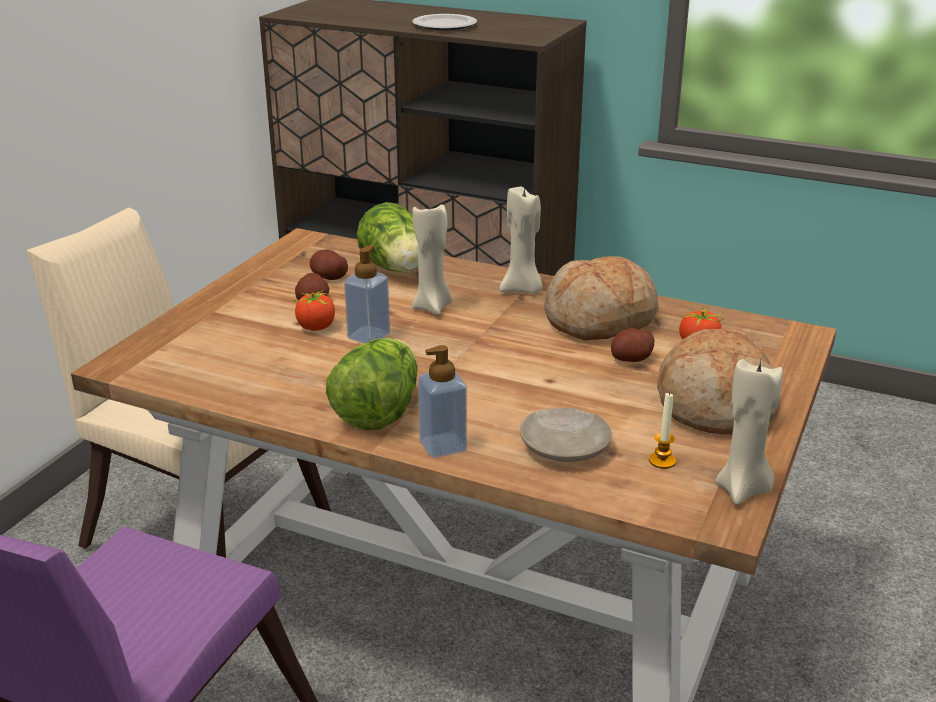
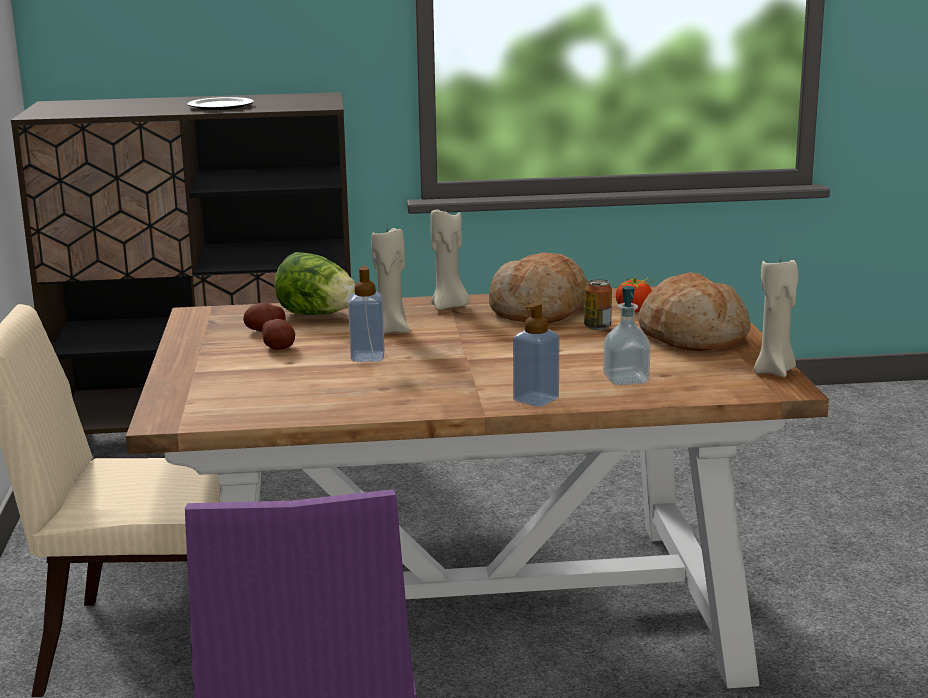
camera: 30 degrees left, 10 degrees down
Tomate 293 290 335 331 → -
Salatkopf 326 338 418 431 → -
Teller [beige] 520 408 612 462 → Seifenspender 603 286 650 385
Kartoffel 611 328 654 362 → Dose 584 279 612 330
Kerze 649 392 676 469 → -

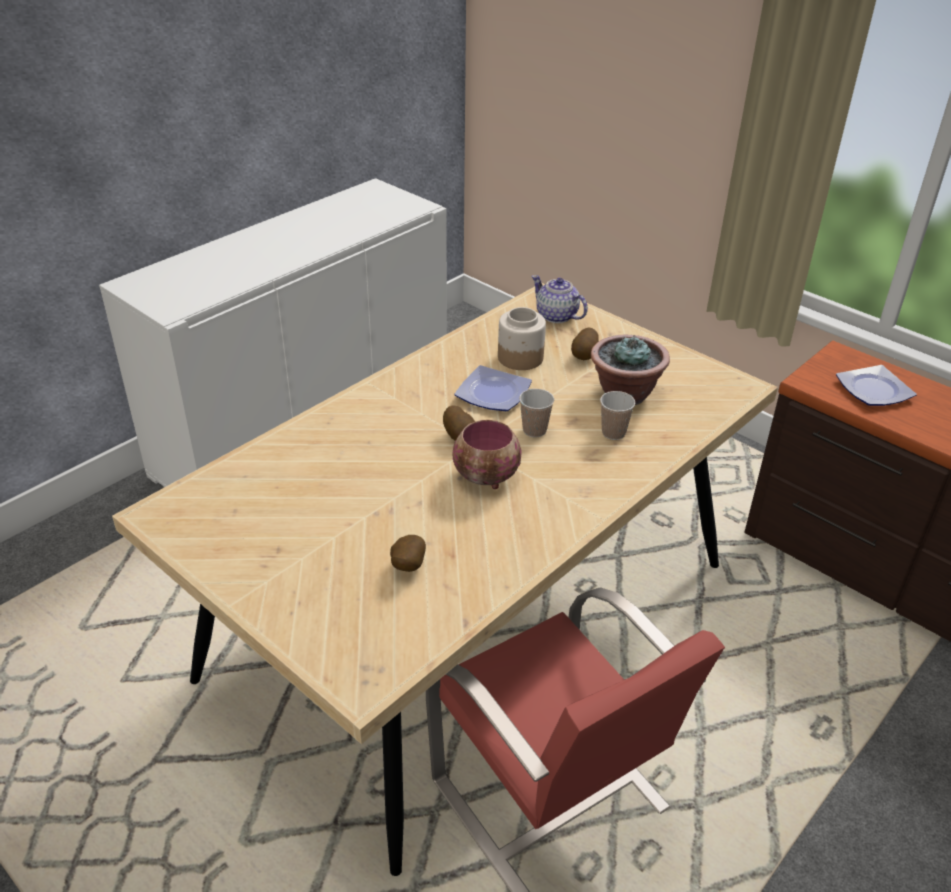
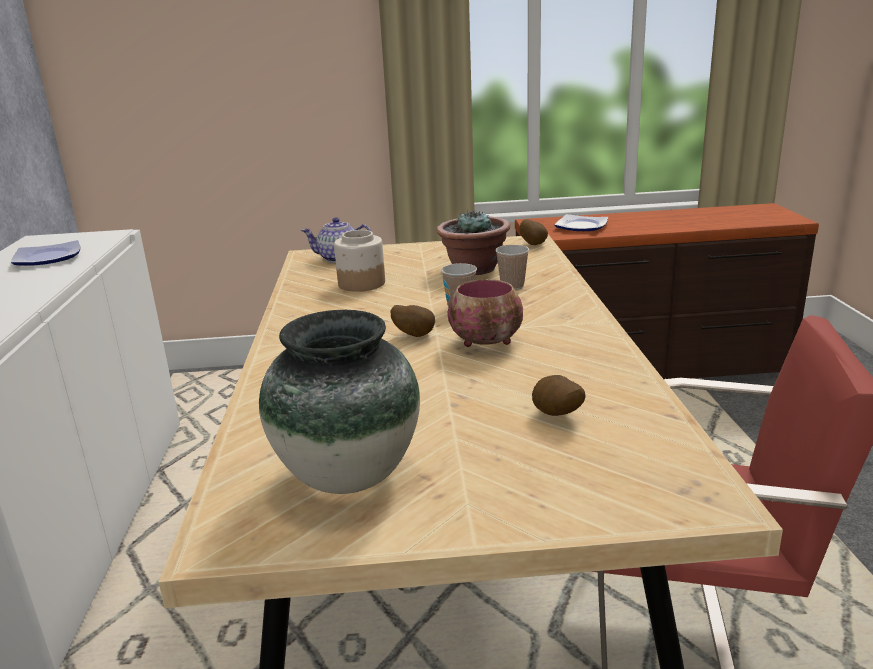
camera: 45 degrees left, 15 degrees down
Teller 454 365 532 411 → Teller 11 240 80 266, moved
Kartoffel 571 328 599 360 → Kartoffel 519 219 548 245, moved
- → Vase 259 310 420 494

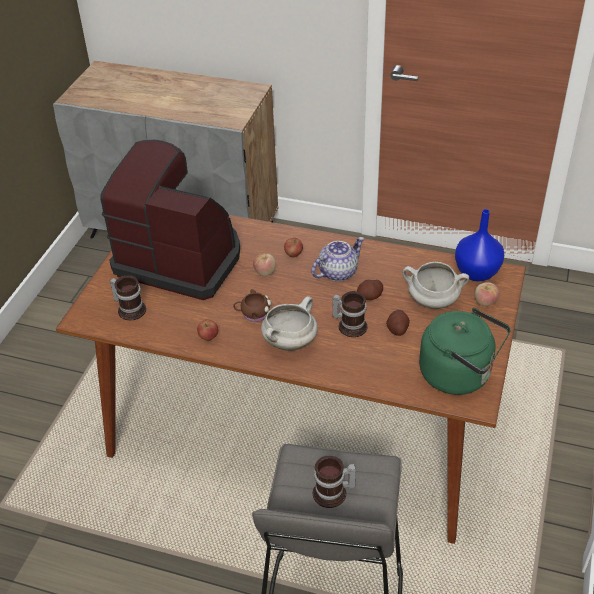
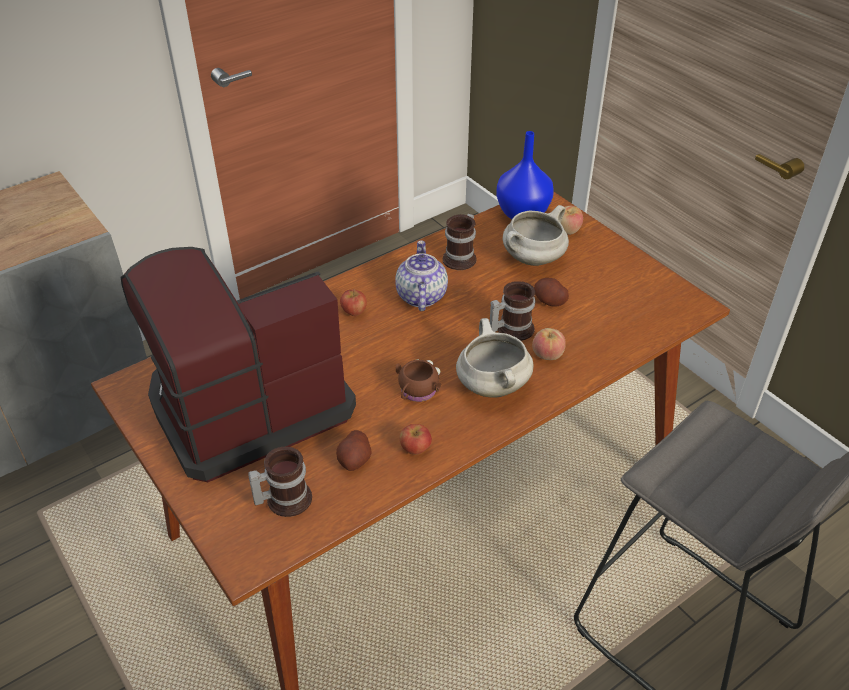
camera: 55 degrees left, 0 degrees up
Apfel 253 253 276 276 → Apfel 532 328 566 360, moved
Henkelbecher 313 456 356 508 → Henkelbecher 443 214 477 270, moved
Kartoffel 357 280 383 300 → Kartoffel 336 430 372 471, moved
Wasserkessel [grün] 419 308 510 395 → -

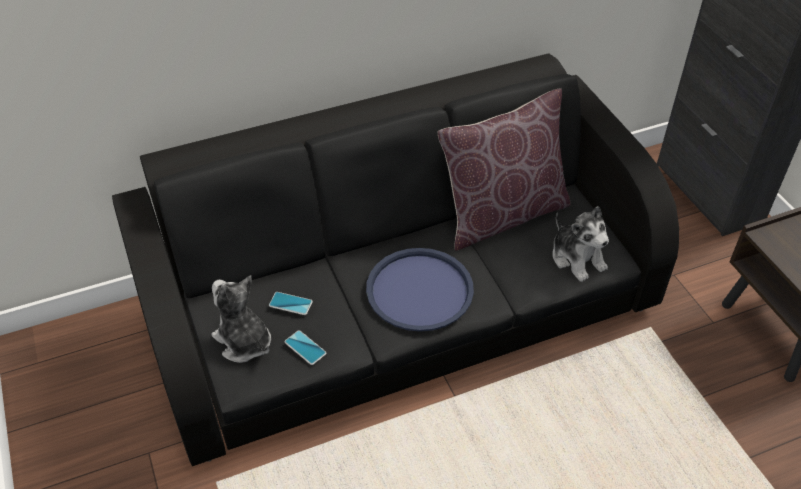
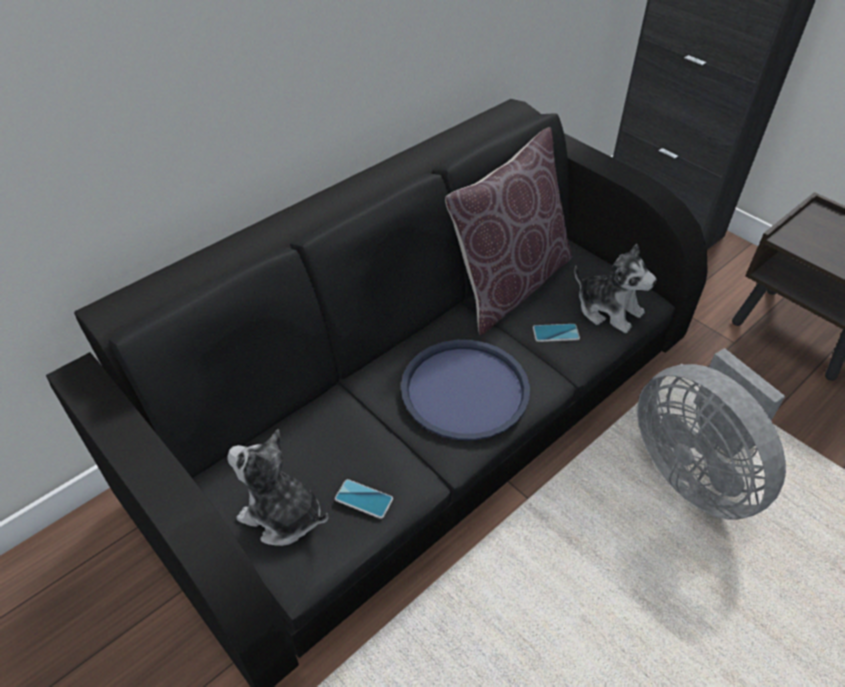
camera: 20 degrees left, 0 degrees up
Handy 269 292 313 315 → Handy 533 324 580 342, moved
- → Ventilator [grau] 637 348 786 520

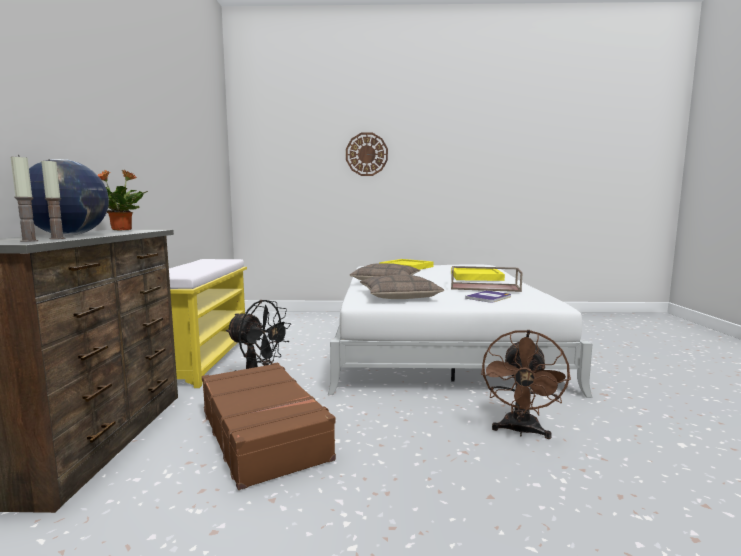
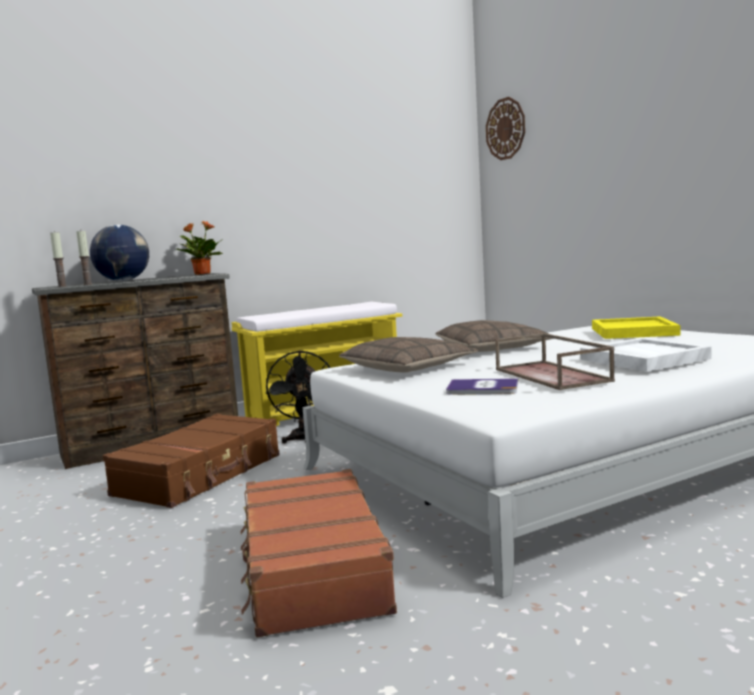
camera: 60 degrees right, 0 degrees up
Wanduhr 346 133 388 176 → Wanduhr 486 97 525 160, moved
Tablett [gelb] 451 267 505 281 → Tablett [weiß] 580 338 711 372
Ventilator [braun] 481 330 571 439 → Koffer [braun] 240 469 397 637

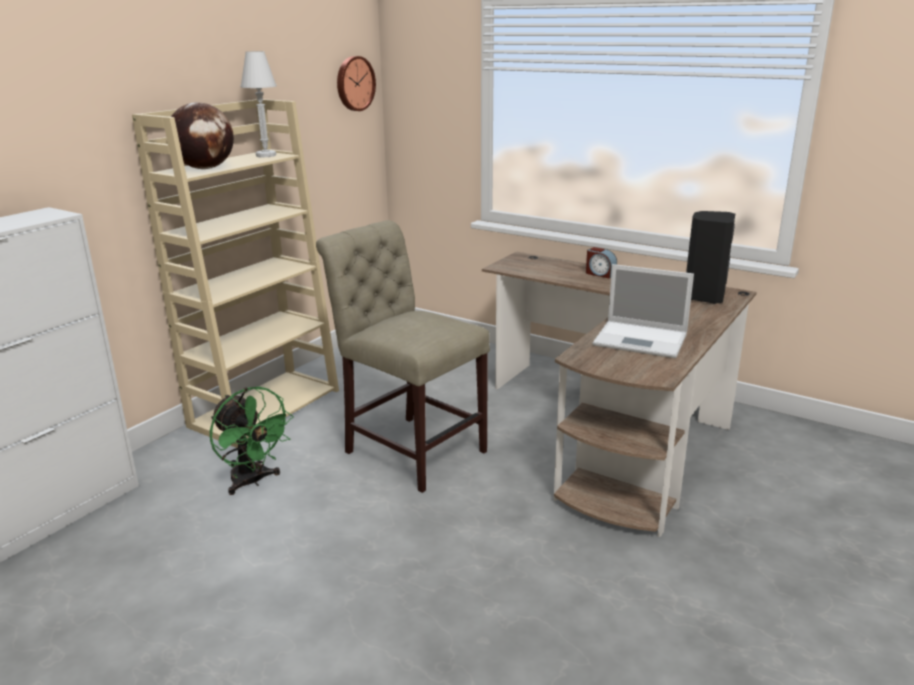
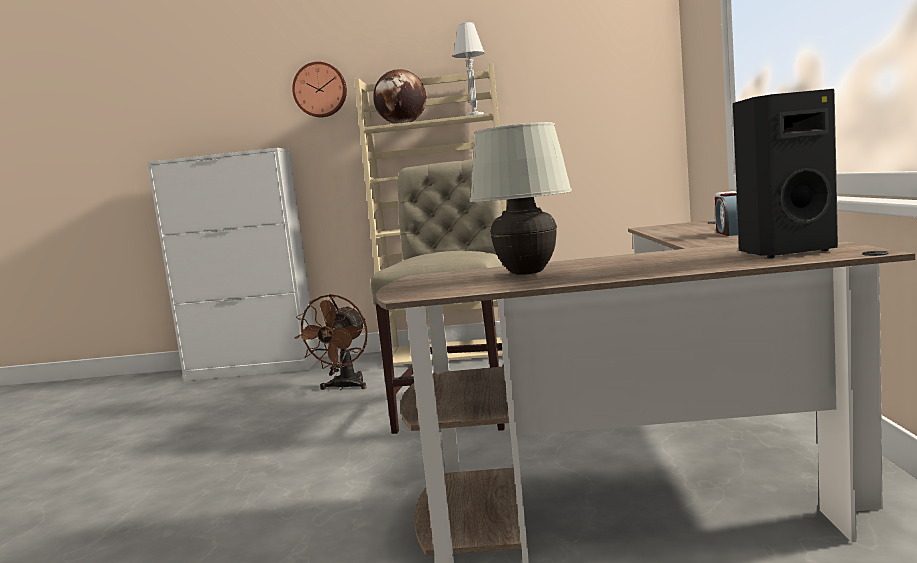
camera: 60 degrees right, 15 degrees down
Ventilator [grün] 210 387 294 495 → Ventilator [braun] 294 294 368 390
Wanduhr 337 56 376 111 → Wanduhr 292 62 347 117, moved
Laptop 593 264 694 359 → Tischlampe [weiß] 469 122 572 275

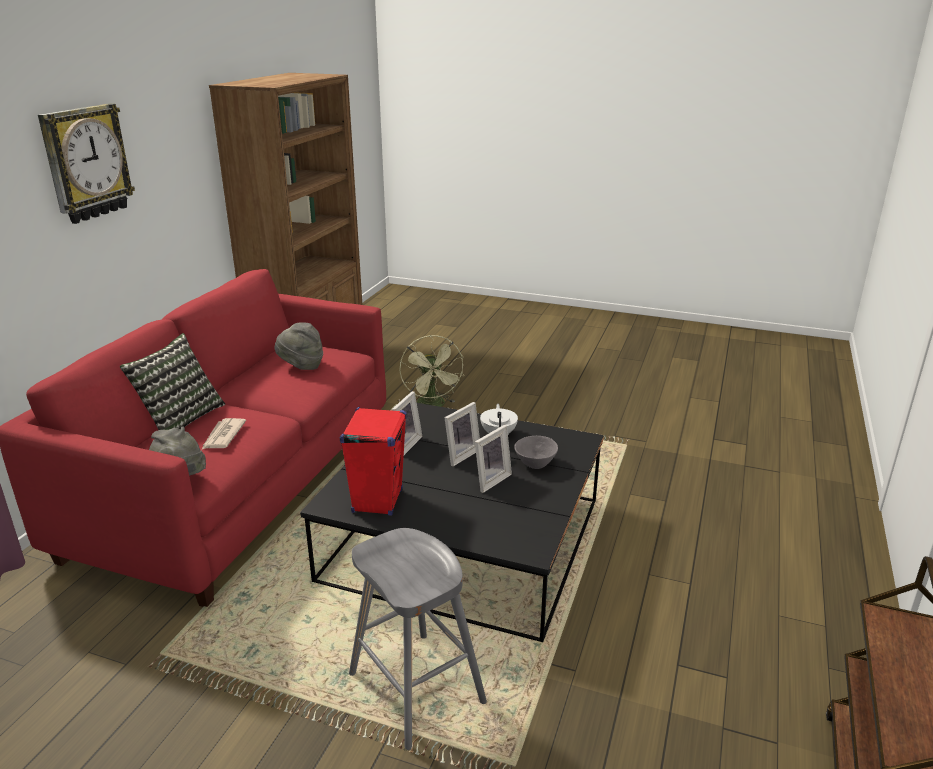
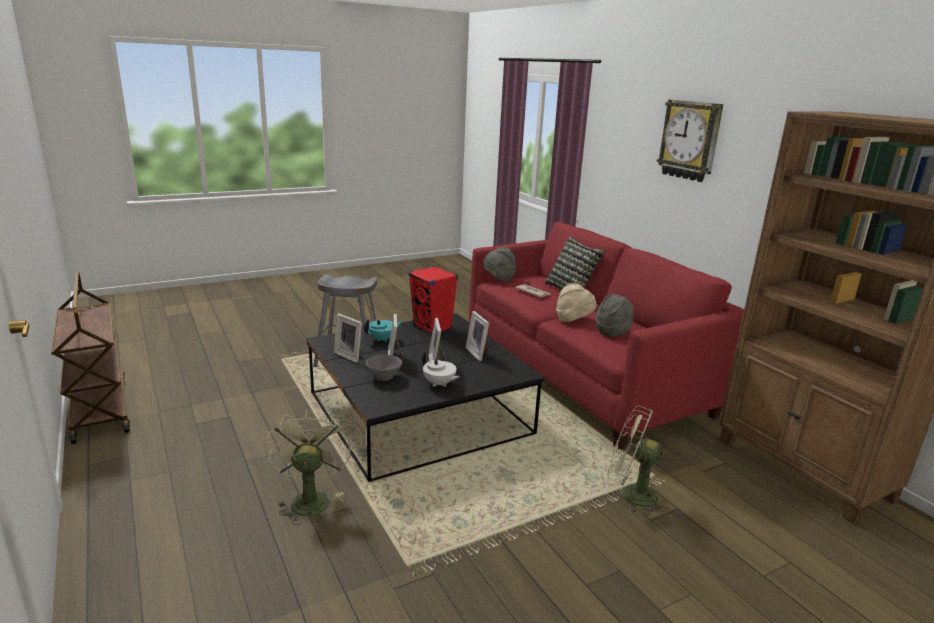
camera: 130 degrees right, 5 degrees down
- → Ventilator [grün] 265 409 351 525
- → Bilderrahmen 334 314 362 363
- → Teekanne [türkis] 364 319 403 343
- → Hut [beige] 556 283 597 322

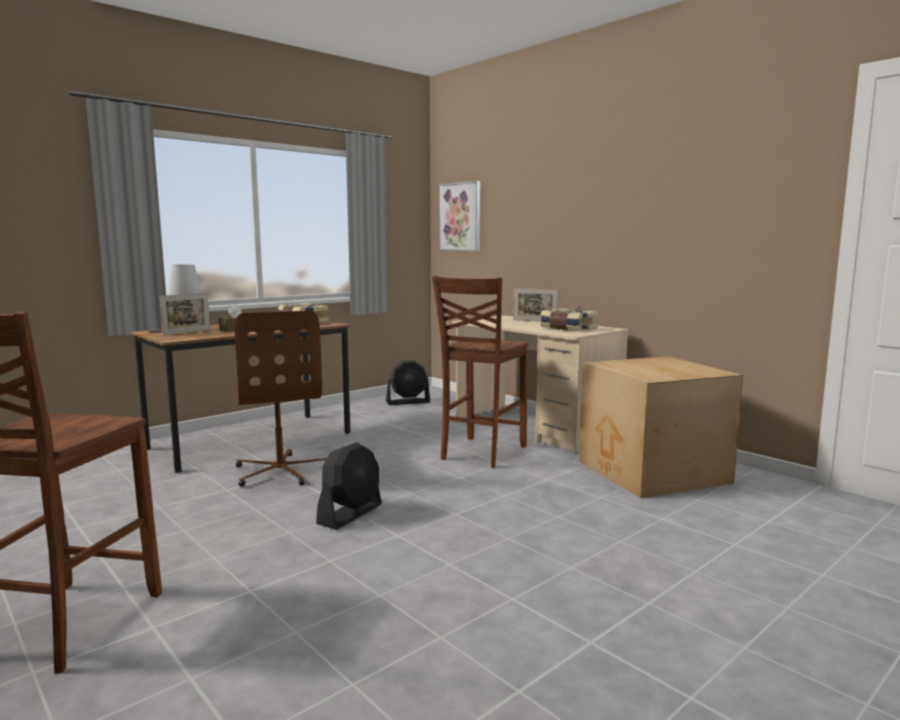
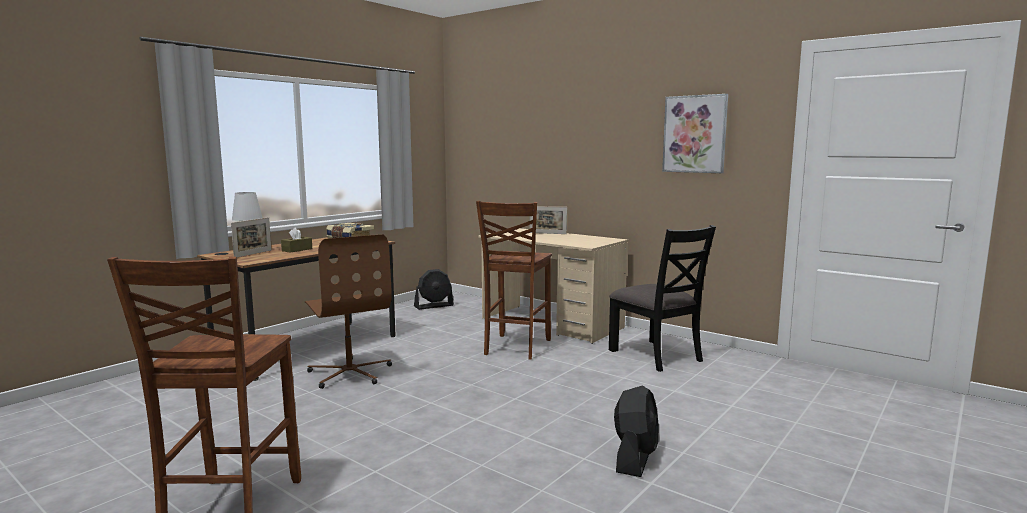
camera: 10 degrees left, 0 degrees up
Ventilator [schwarz] 316 442 382 530 → Ventilator [schwarz] 614 386 659 477, moved
Bild 439 181 480 251 → Bild 662 94 728 173, moved
Buch 540 308 599 331 → -
Karton 579 356 743 498 → Stuhl [schwarz] 609 225 716 372

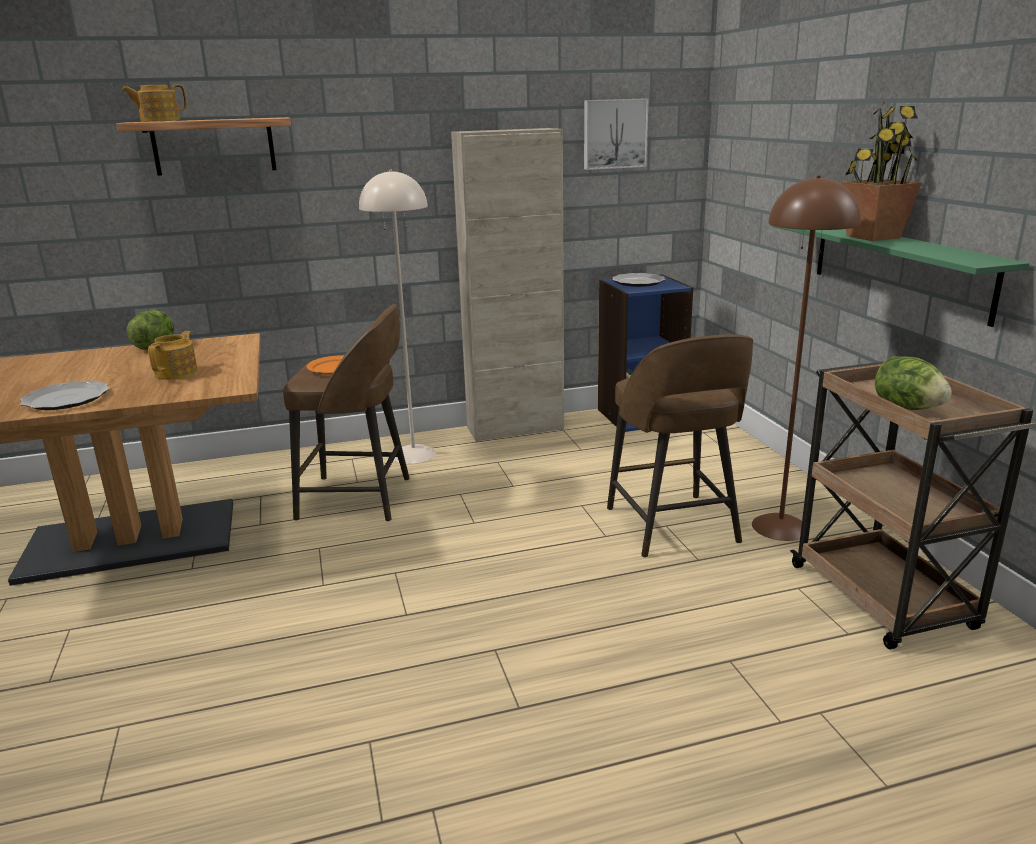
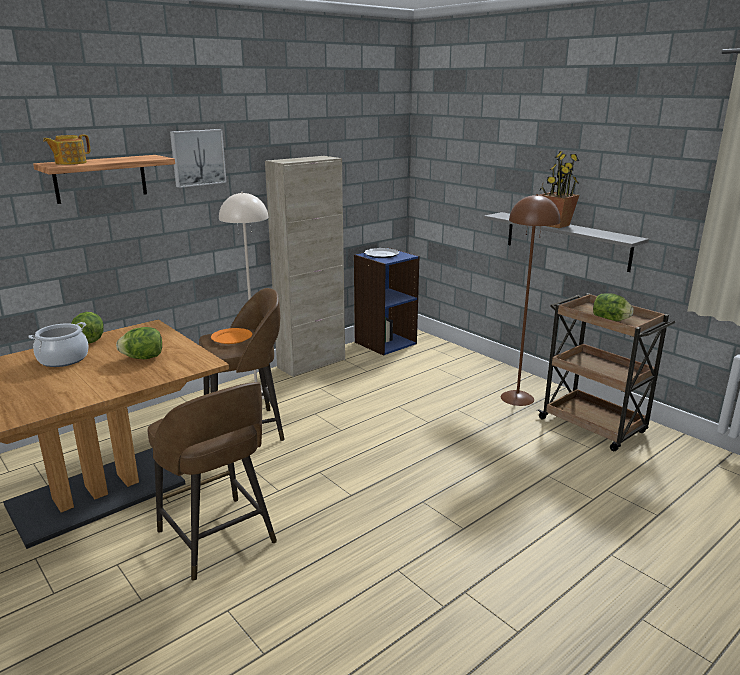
camera: 25 degrees left, 0 degrees up
Teller 20 381 109 410 → -
Teekanne 148 331 198 380 → Salatkopf 116 327 162 359
Bild 584 98 649 170 → Bild 170 129 227 188, moved
Hocker [braun] 607 334 753 558 → Hocker [braun] 148 382 277 581, moved
Wandregal [grün] 771 225 1029 327 → Wandregal [grau] 484 212 649 272
- → Kochtopf 28 322 89 367

